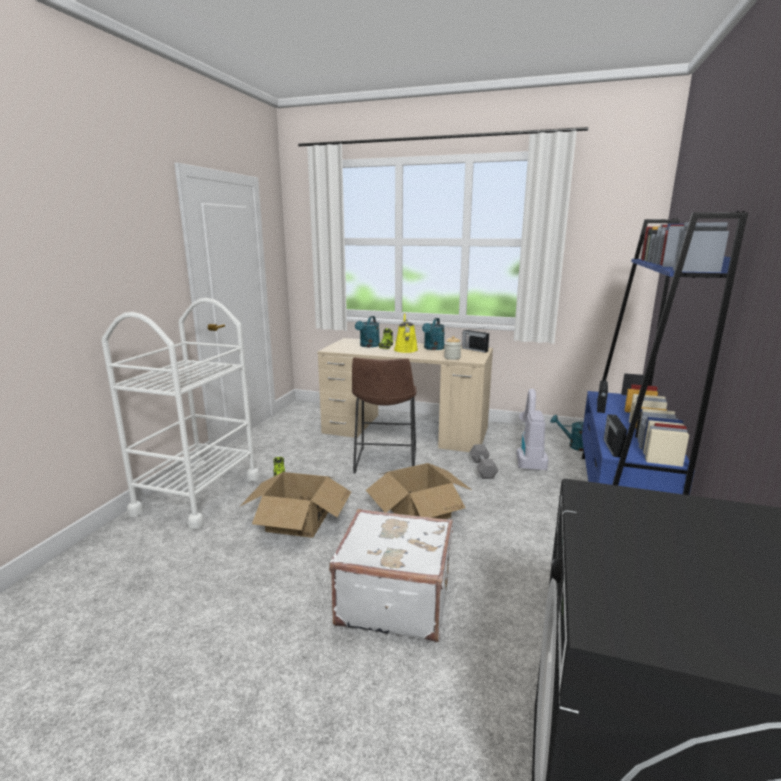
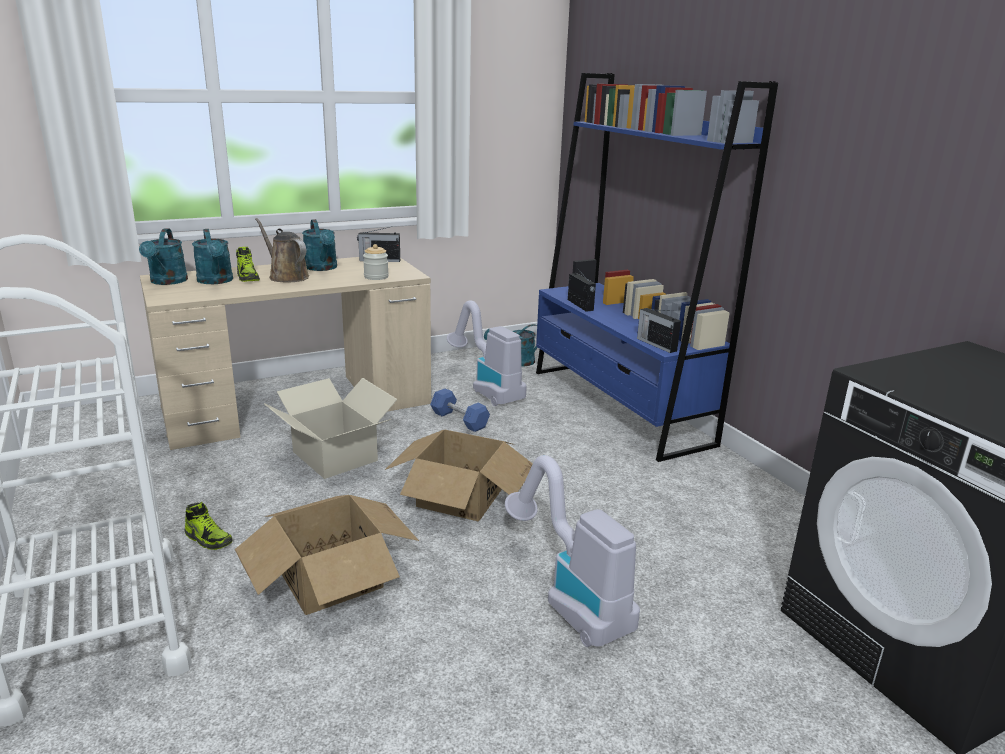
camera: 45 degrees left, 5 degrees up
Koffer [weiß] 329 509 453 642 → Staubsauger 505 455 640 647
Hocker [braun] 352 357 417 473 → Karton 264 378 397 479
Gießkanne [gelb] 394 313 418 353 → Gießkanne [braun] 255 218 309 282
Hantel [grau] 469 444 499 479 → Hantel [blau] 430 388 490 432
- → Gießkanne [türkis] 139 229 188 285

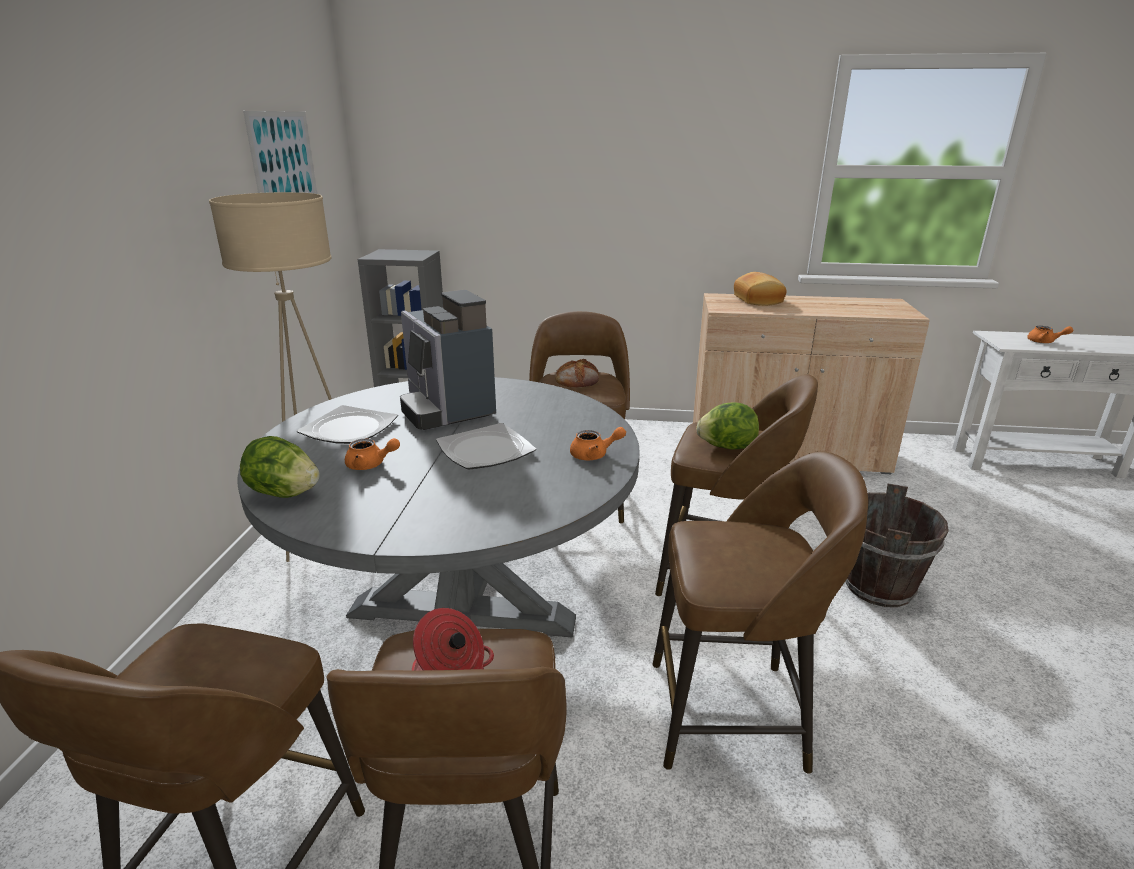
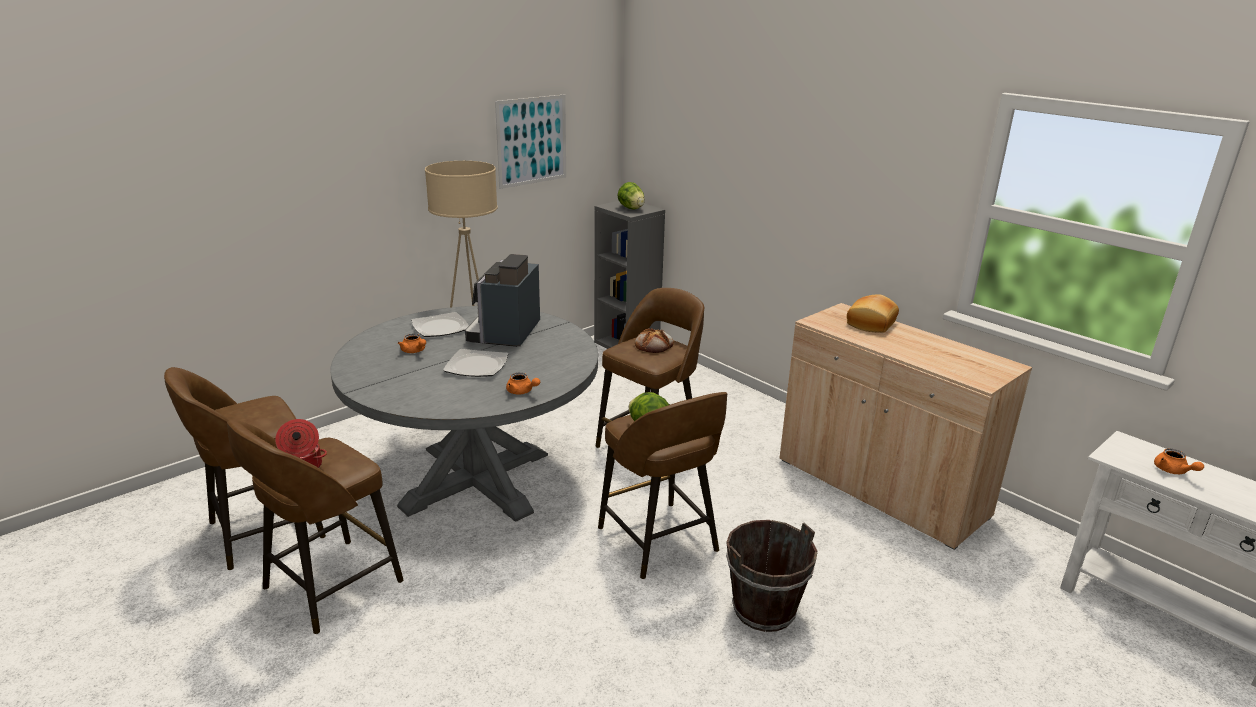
camera: 40 degrees right, 0 degrees up
Salatkopf 240 436 320 498 → Salatkopf 617 182 645 210, moved
Hocker [braun] 652 451 868 774 → -

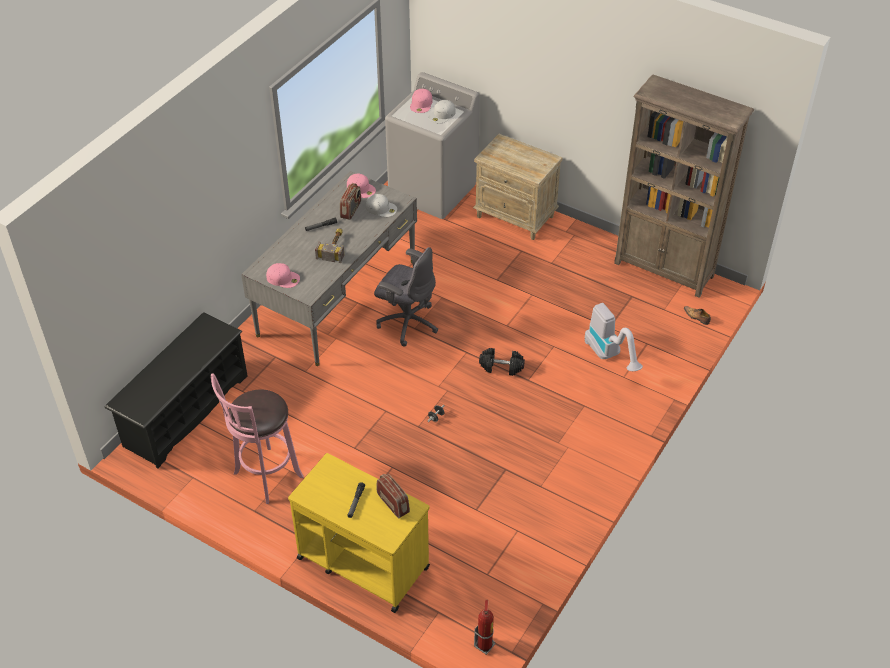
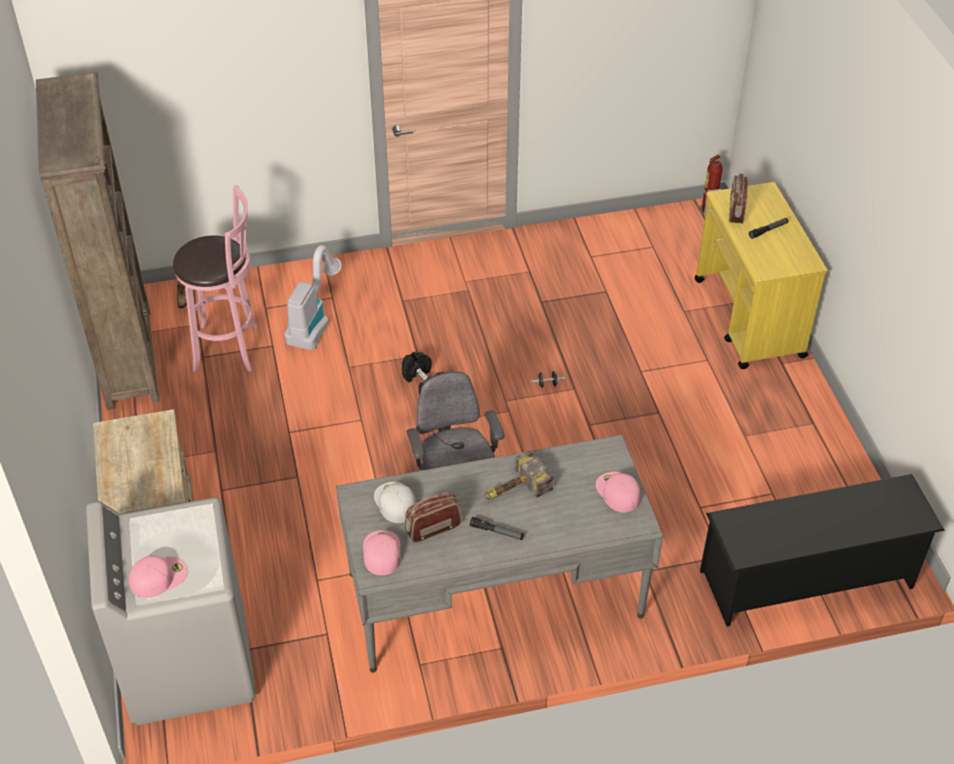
camera: 135 degrees left, 0 degrees up
Hocker [rosa] 210 374 304 504 → Hocker [rosa] 173 185 258 372, moved
Kappe [weiß] 428 100 456 124 → -

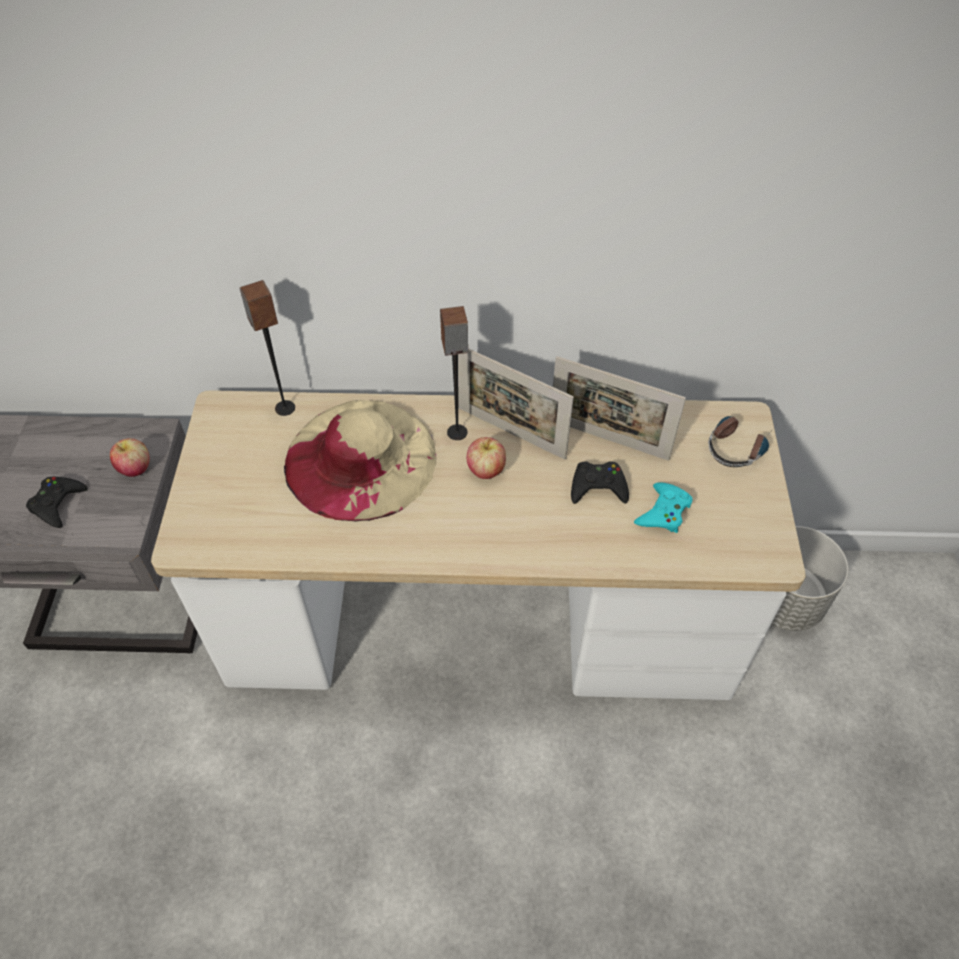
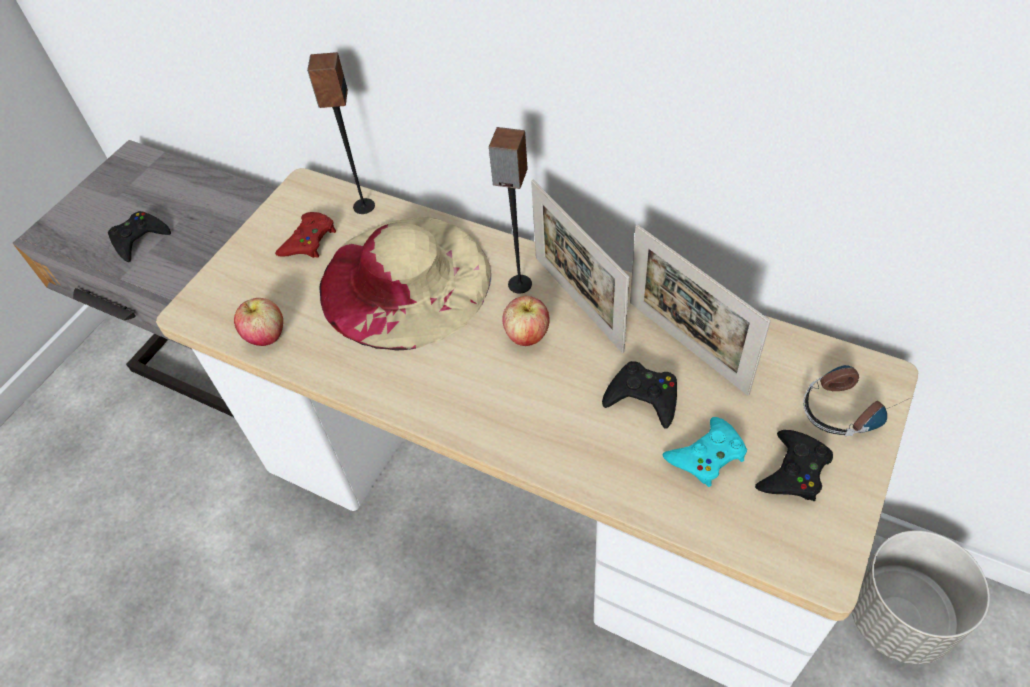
camera: 30 degrees right, 0 degrees up
Apfel 110 438 150 477 → Apfel 234 298 283 346, moved
- → Gamepad [rot] 275 212 336 258
- → Gamepad [schwarz] 755 430 833 501

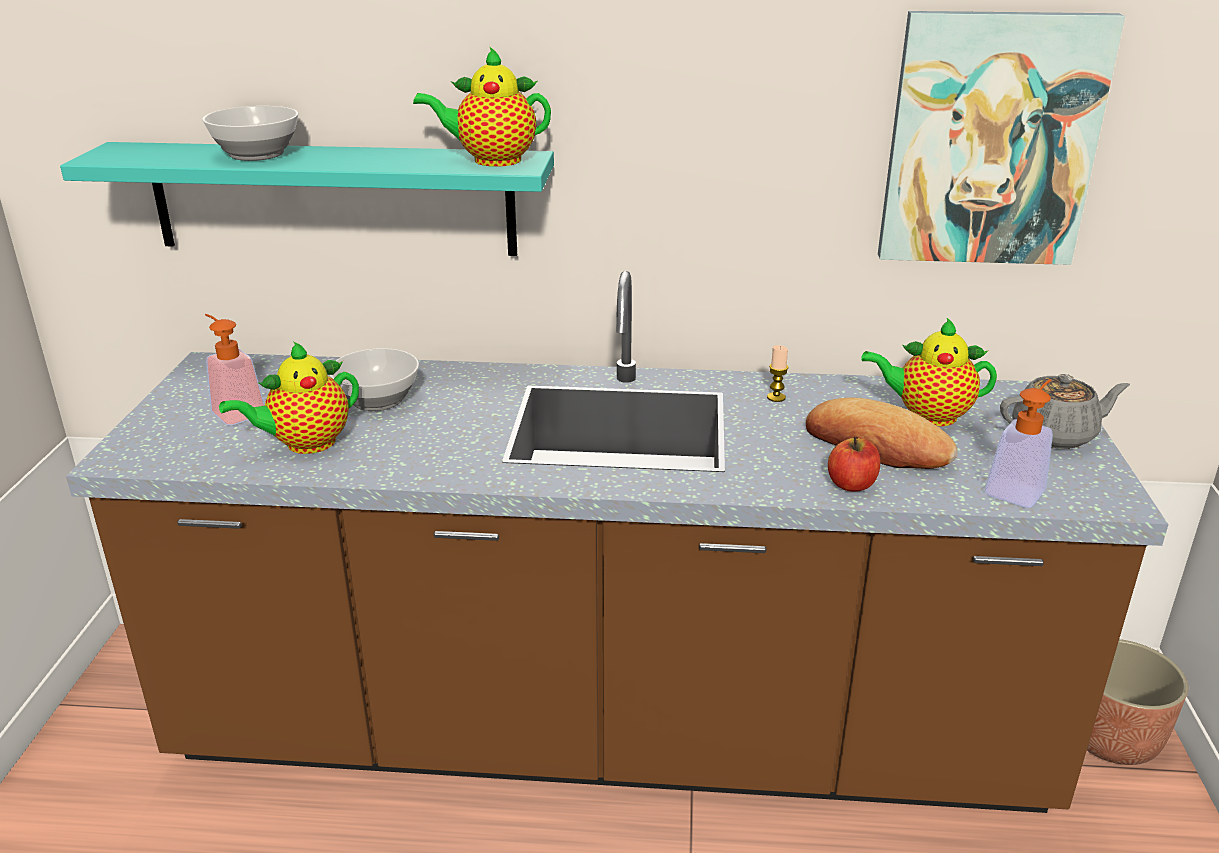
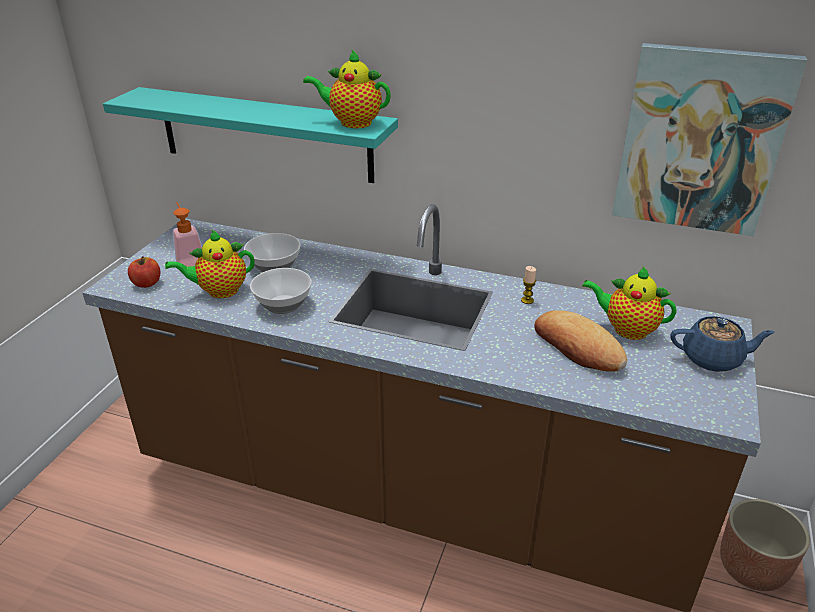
camera: 15 degrees right, 5 degrees up
Schüssel 202 106 298 161 → Schüssel 250 268 312 314, moved
Apfel 828 436 880 492 → Apfel 128 256 160 288, moved
Seifenspender 985 379 1053 508 → -
Teekanne [grau] 1000 374 1130 449 → Teekanne [blau] 671 316 775 372

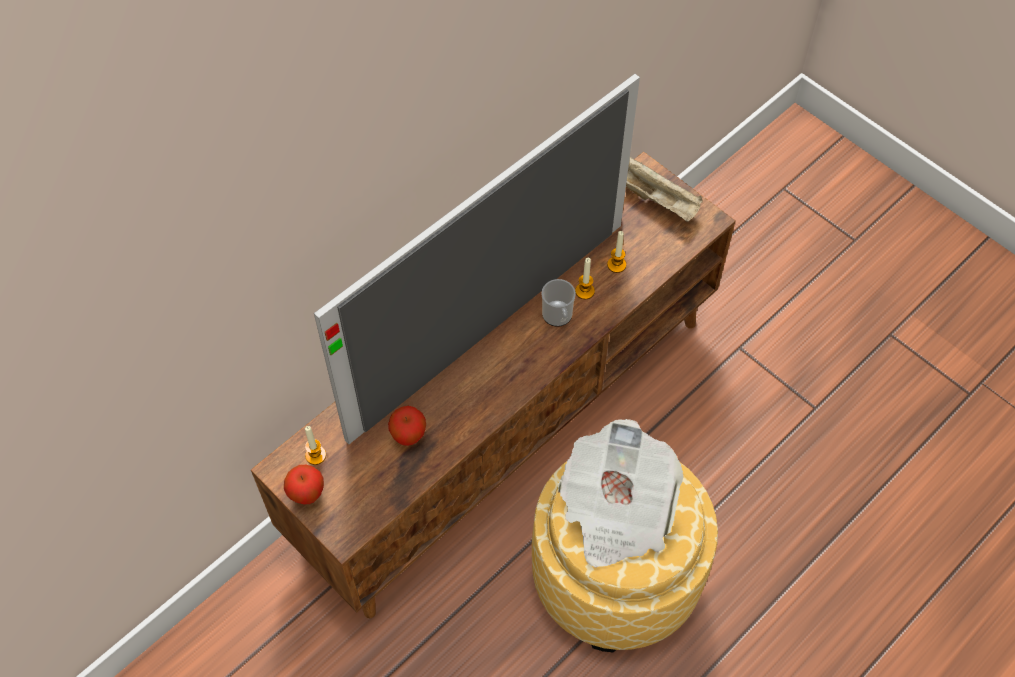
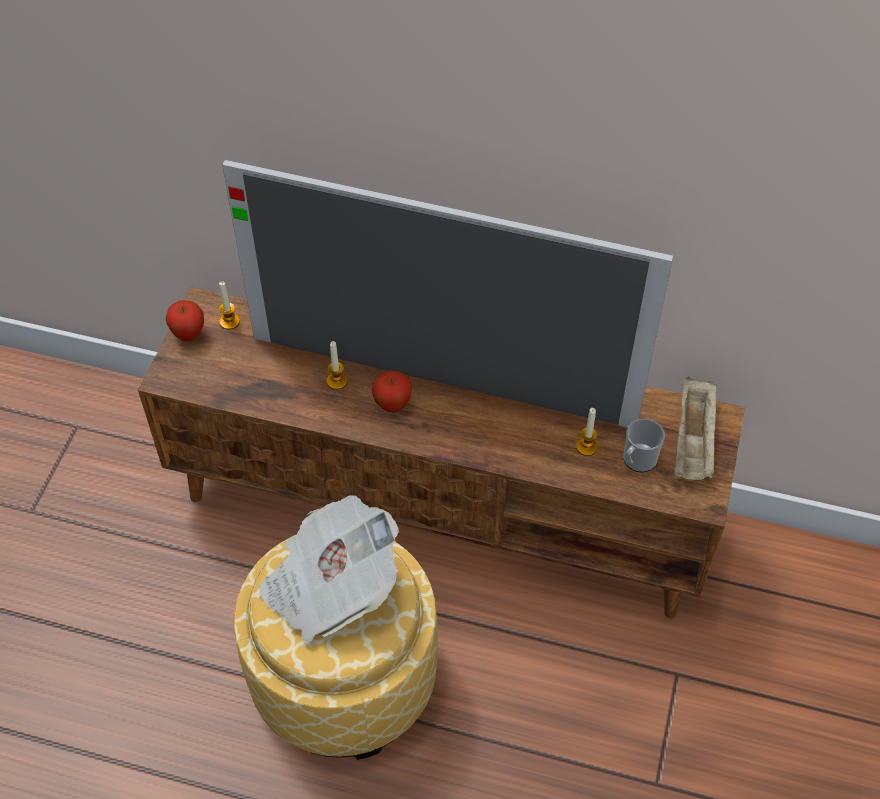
camera: 60 degrees right, 5 degrees down
Apfel 388 406 426 446 → Apfel 372 370 412 412, moved
Henkelbecher 542 279 576 327 → Henkelbecher 623 418 665 472, moved
Kerze 575 258 595 299 → Kerze 326 341 348 390, moved

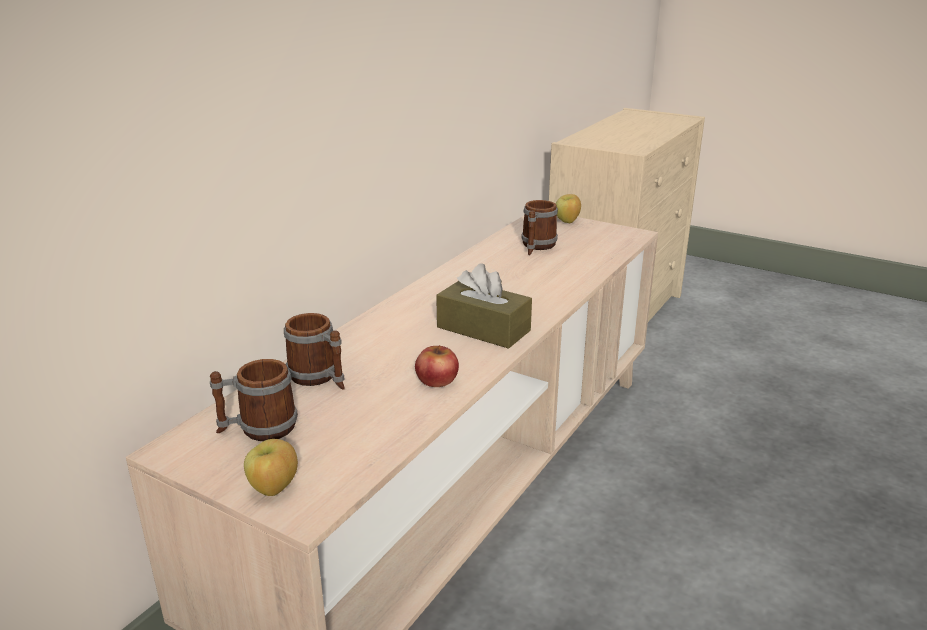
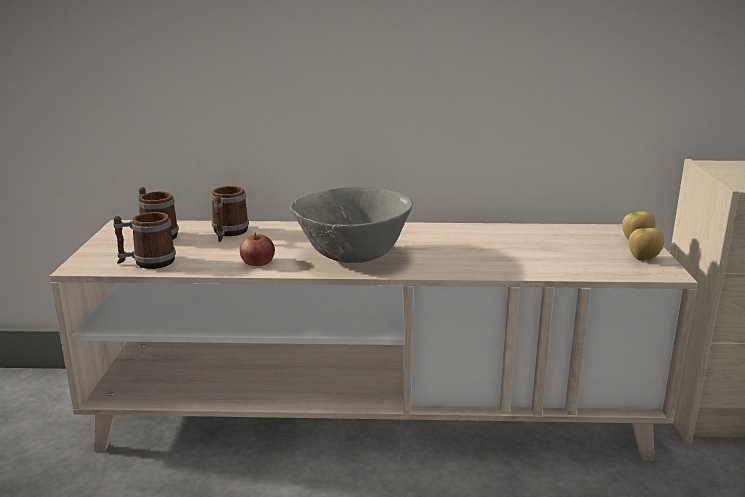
camera: 60 degrees right, 5 degrees down
Apfel 244 439 298 496 → Apfel 629 228 664 261, moved
Taschentuchbox [braun] 436 263 532 349 → Schüssel [grau] 290 187 413 263
Henkelbecher 521 200 558 255 → Henkelbecher 113 212 176 269, moved

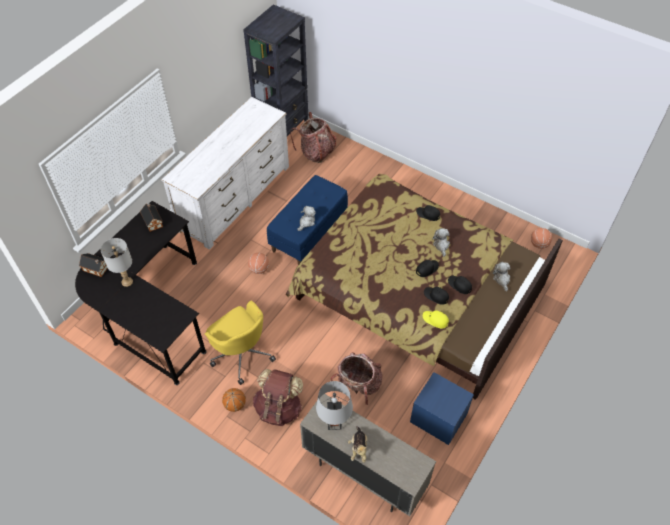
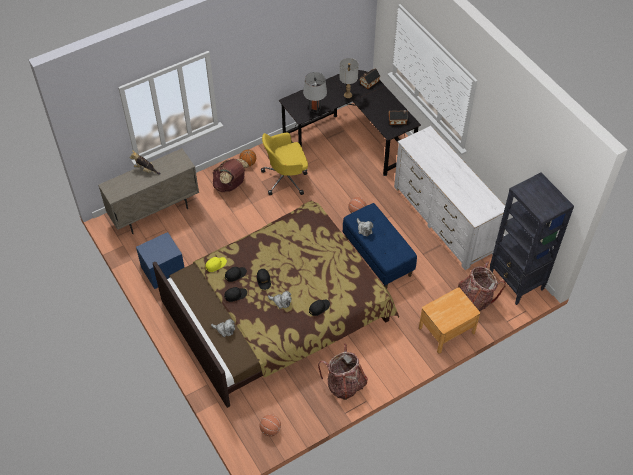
camera: 115 degrees right, 0 degrees up
Tischlampe [grau] 316 381 353 430 → Tischlampe [grau] 303 72 327 113, moved
Rucksack 331 353 382 405 → Rucksack 318 344 368 400, moved
- → Nachttisch [braun] 419 288 480 354

